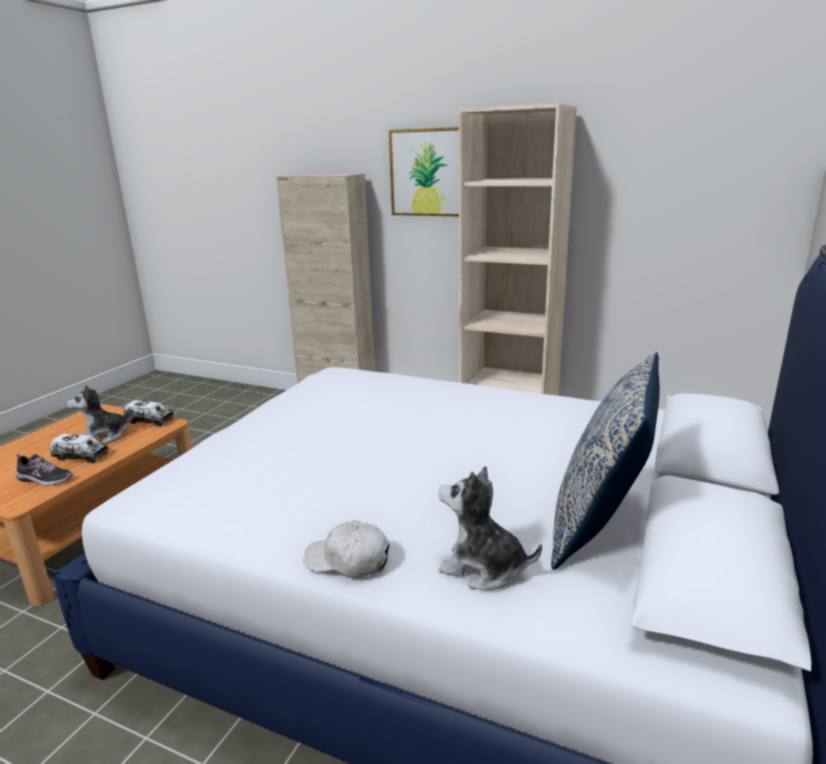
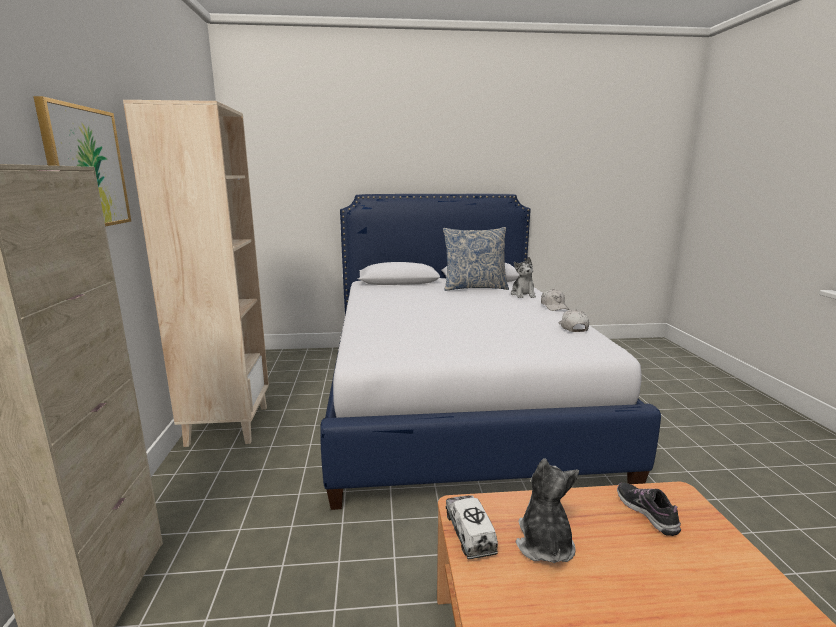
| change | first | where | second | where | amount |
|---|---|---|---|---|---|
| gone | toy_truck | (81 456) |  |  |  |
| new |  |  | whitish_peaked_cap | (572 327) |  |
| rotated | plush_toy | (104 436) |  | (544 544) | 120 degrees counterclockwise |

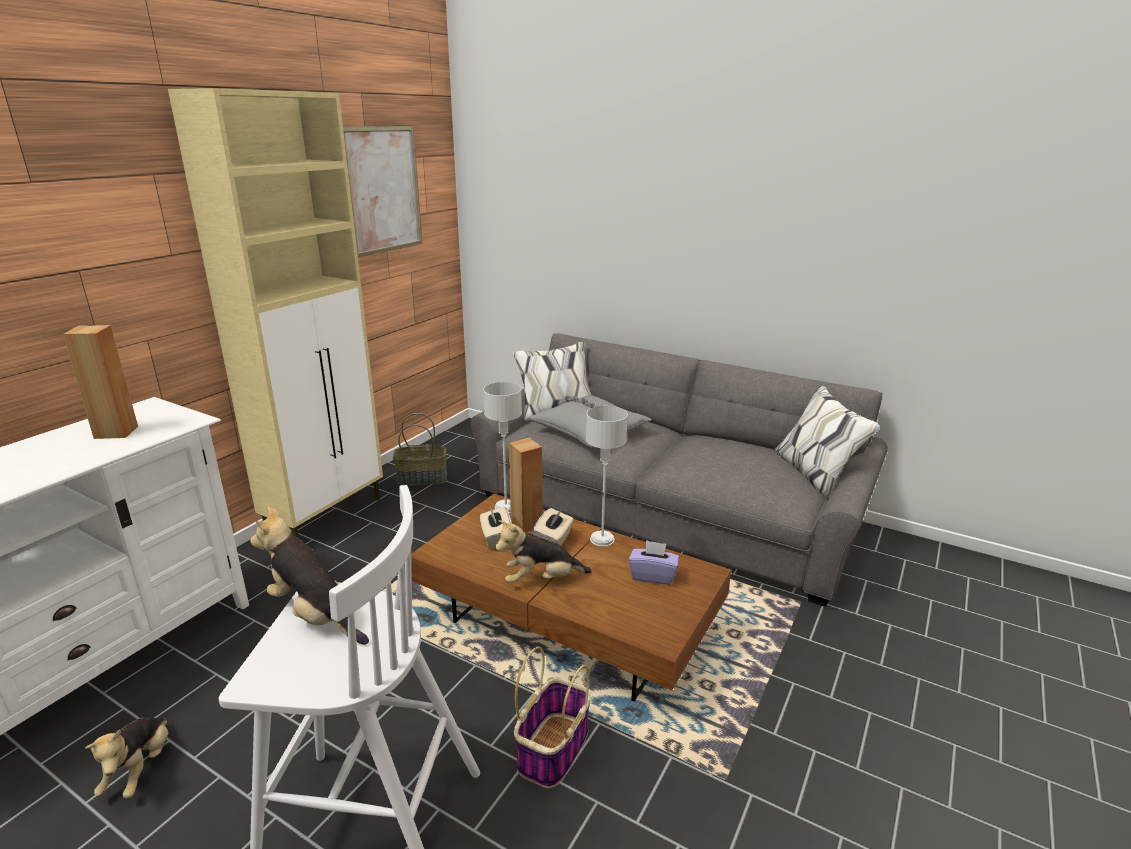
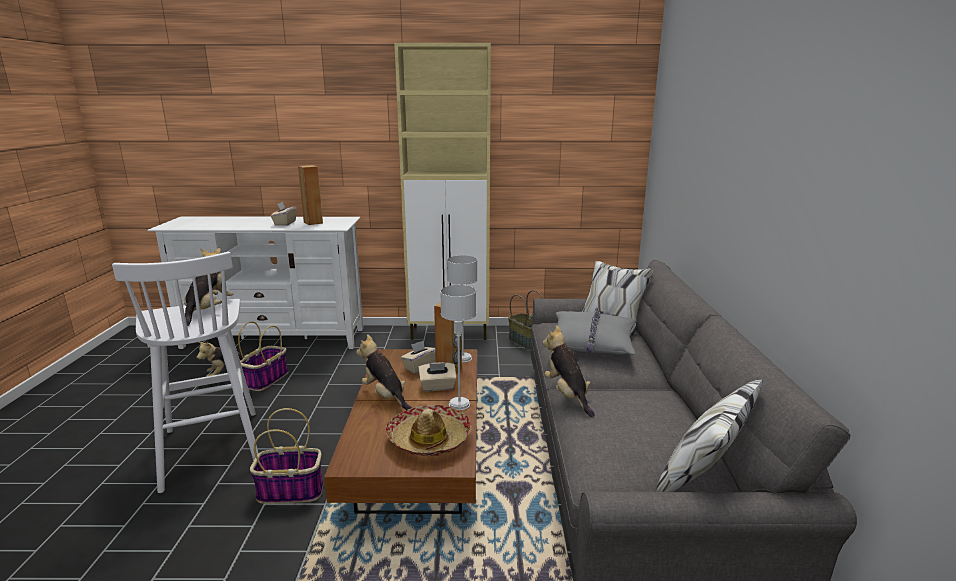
| change | first | where | second | where | amount |
|---|---|---|---|---|---|
| gone | picture | (382 190) |  |  |  |
| new |  |  | household_basket | (266 379) |  |
| new |  |  | beige_box_of_tissues | (284 223) |  |
| new |  |  | plush_toy | (567 395) |  |
| swapped | purplish_box_of_tissues | (653 575) | hat | (429 439) |  |

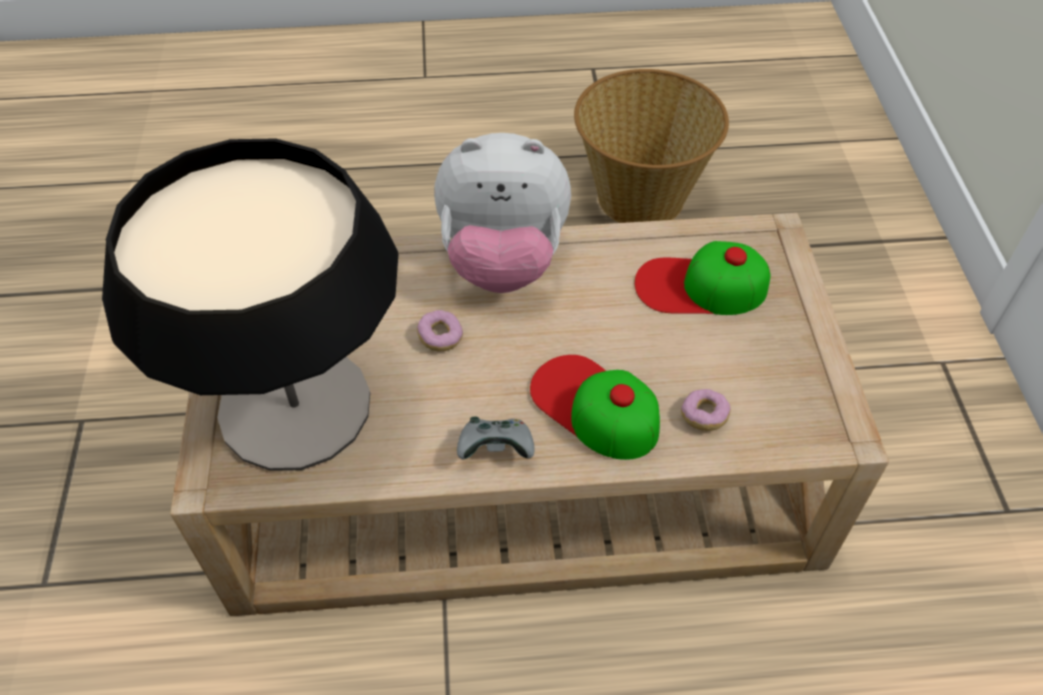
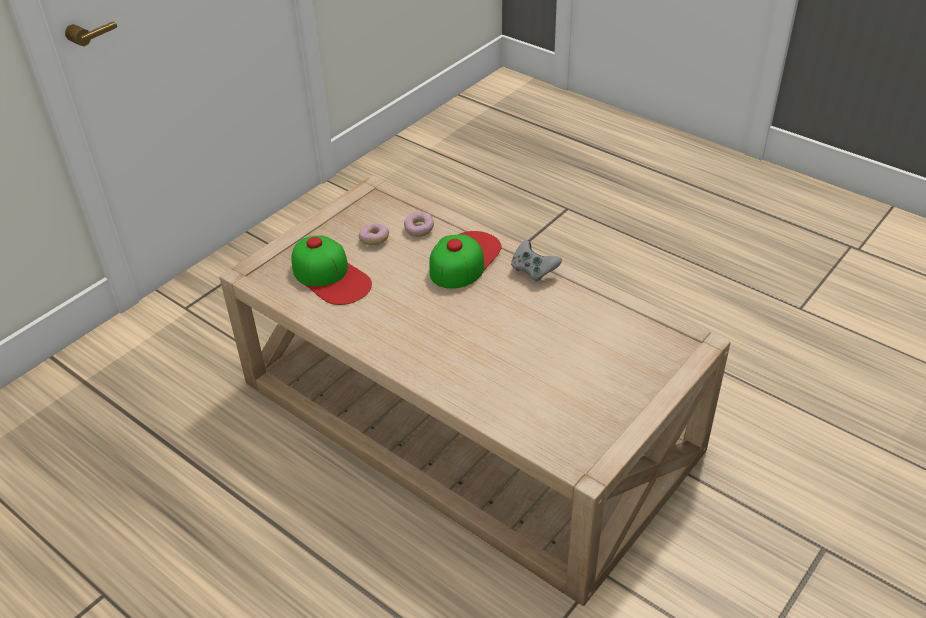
| change | first | where | second | where | amount |
|---|---|---|---|---|---|
| gone | lamp_for_a_table | (294 406) |  |  |  |
| gone | plush_toy | (503 261) |  |  |  |
| gone | household_basket | (640 196) |  |  |  |
| shifted | ring_doughnut | (440 337) |  | (374 240) |  |
| rotated | peaked_cap | (594 407) |  | (464 259) | 150 degrees counterclockwise |

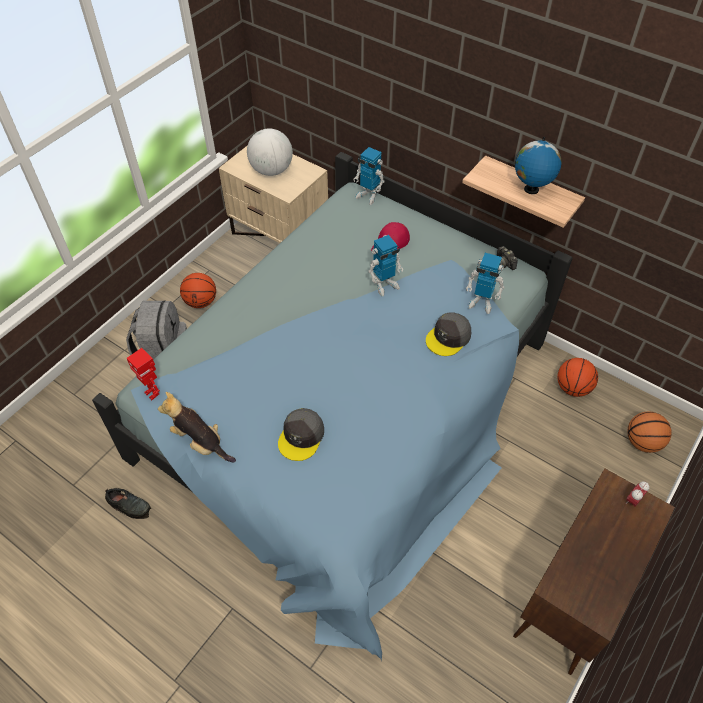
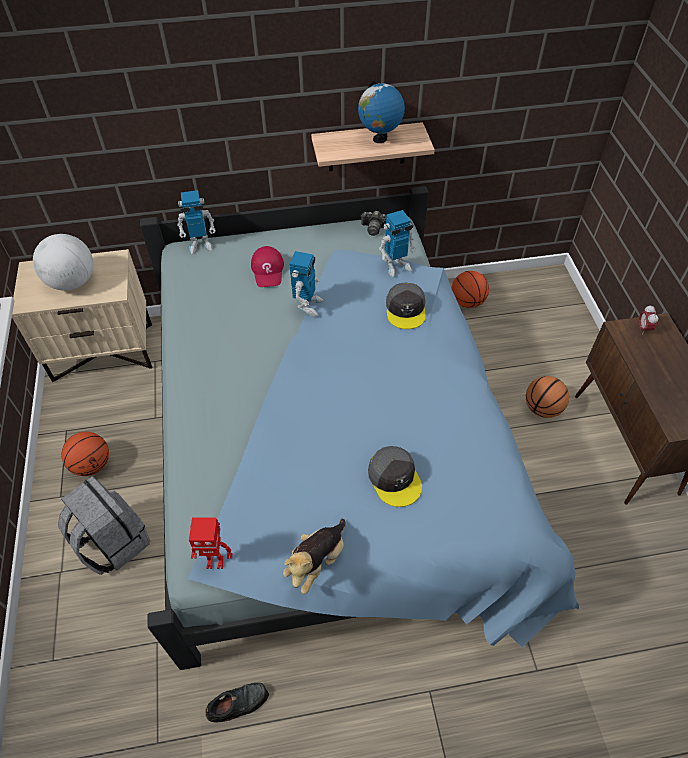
| change | first | where | second | where | amount |
|---|---|---|---|---|---|
| shifted | basketball_ball | (642 442) |  | (542 408) |  |
| rotated | plush_toy | (200 442) |  | (317 562) | 45 degrees counterclockwise |

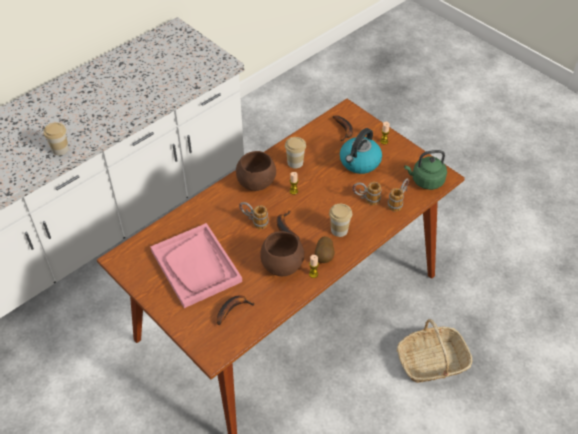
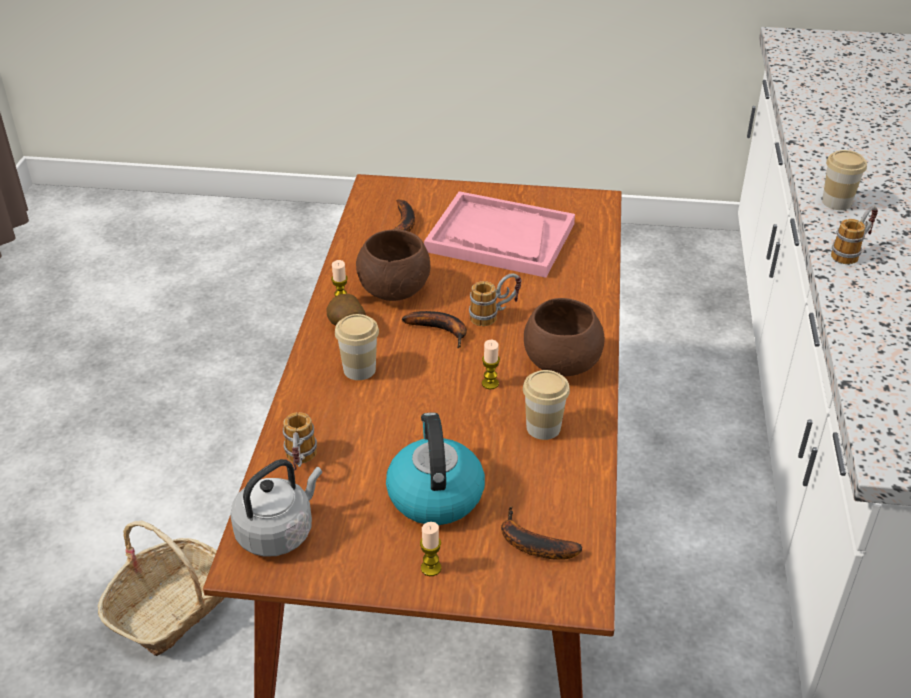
| change | first | where | second | where | amount |
|---|---|---|---|---|---|
| shifted | coffee_mug | (365 200) |  | (852 252) |  |
| repainted | green_water_kettle | (425 181) | gray_water_kettle | (278 531) |  |

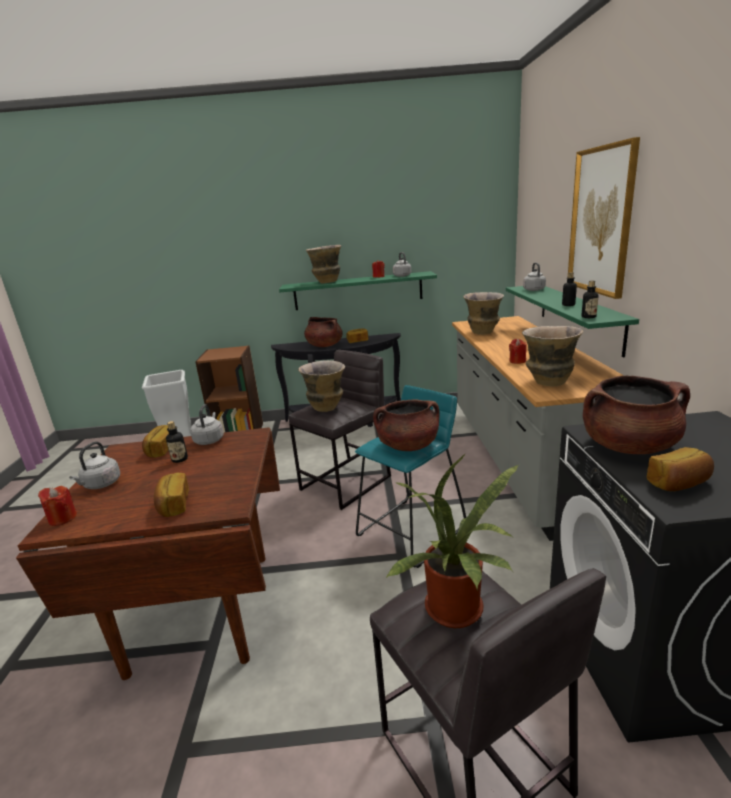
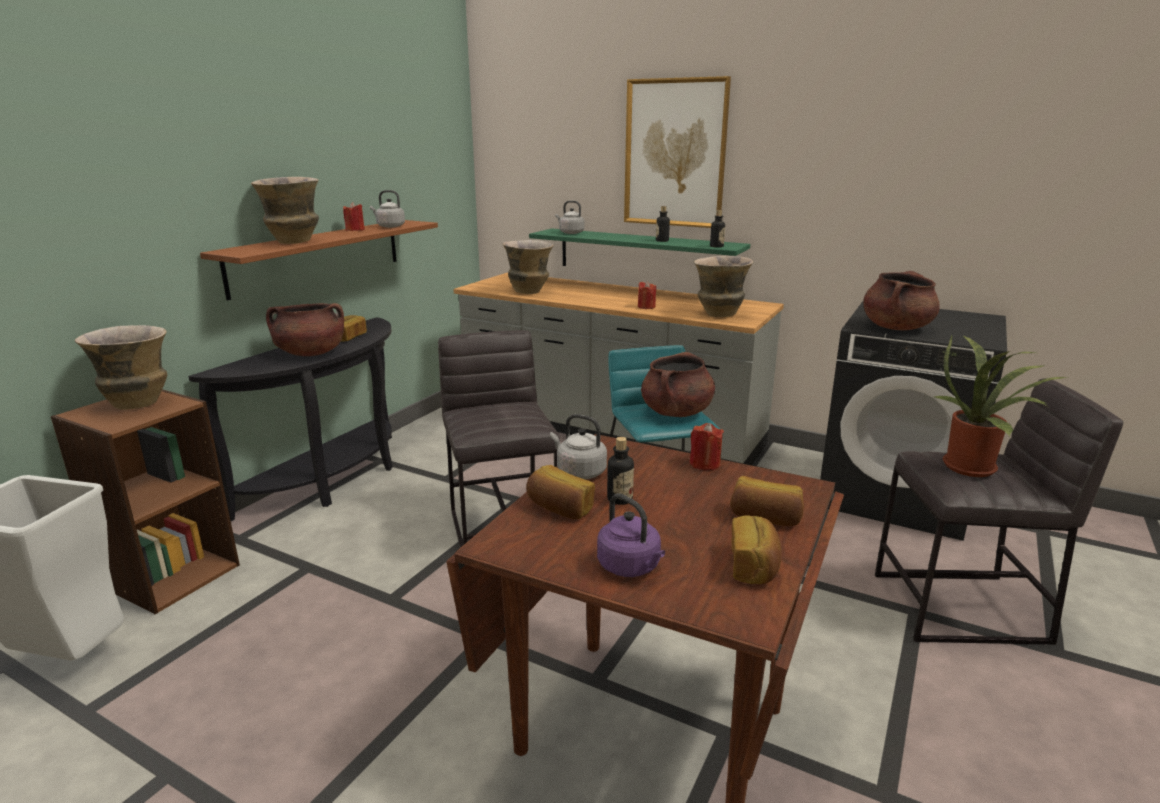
| change | first | where | second | where | amount |
|---|---|---|---|---|---|
| shifted | red_candle | (63 518) |  | (704 464) |  |
| shifted | flower_vase | (326 408) |  | (138 403) |  |
| shifted | baked_bread | (679 483) |  | (754 566) |  |
| repainted | gray_water_kettle | (101 484) | purplish_water_kettle | (631 567) |  |
| repainted | green_bracket_shelf | (358 291) | brown_bracket_shelf | (318 256) |  |

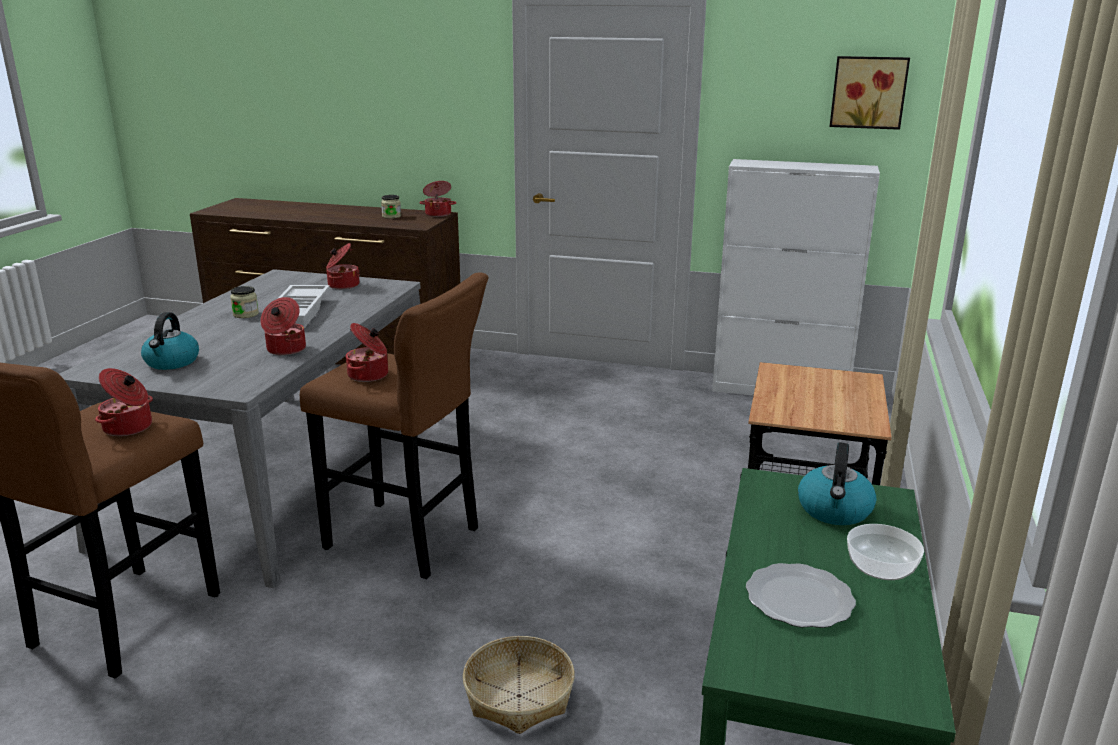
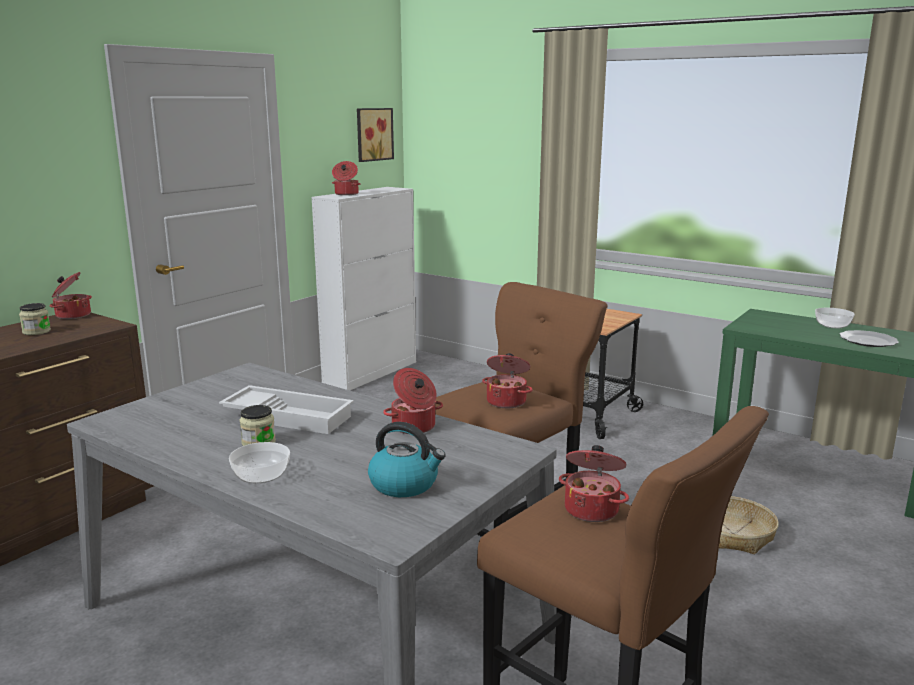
| change | first | where | second | where | amount |
|---|---|---|---|---|---|
| gone | water_kettle | (834 511) |  |  |  |
| new |  |  | serving_bowl | (262 476) |  |
| shifted | cooking_pot | (342 285) |  | (346 194) |  |

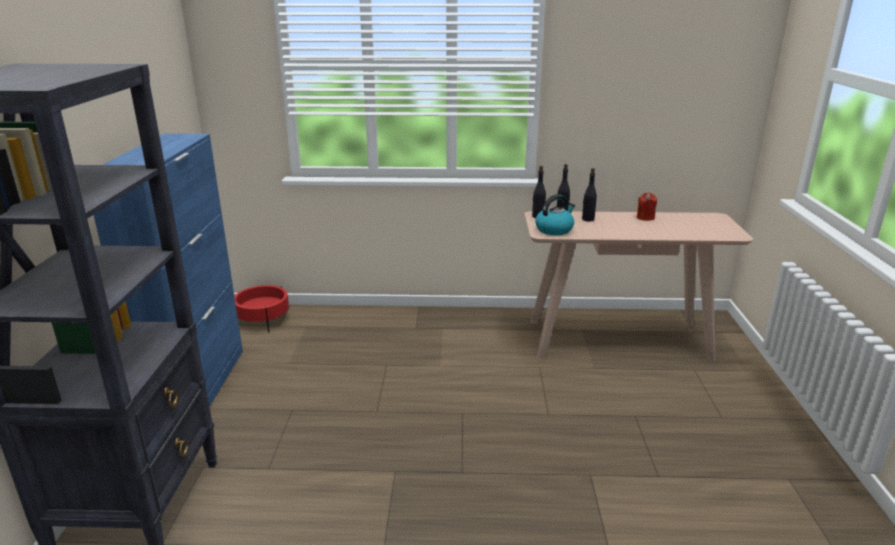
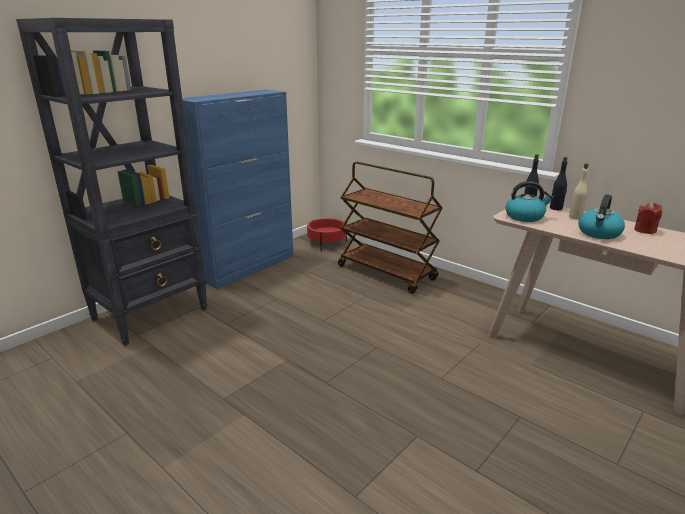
| change | first | where | second | where | amount |
|---|---|---|---|---|---|
| new |  |  | brown_trolley | (387 273) |  |
| new |  |  | water_kettle | (599 233) |  |
| repainted | black-coloured_beverage_bottle | (587 219) | beige_beverage_bottle | (575 217) |  |

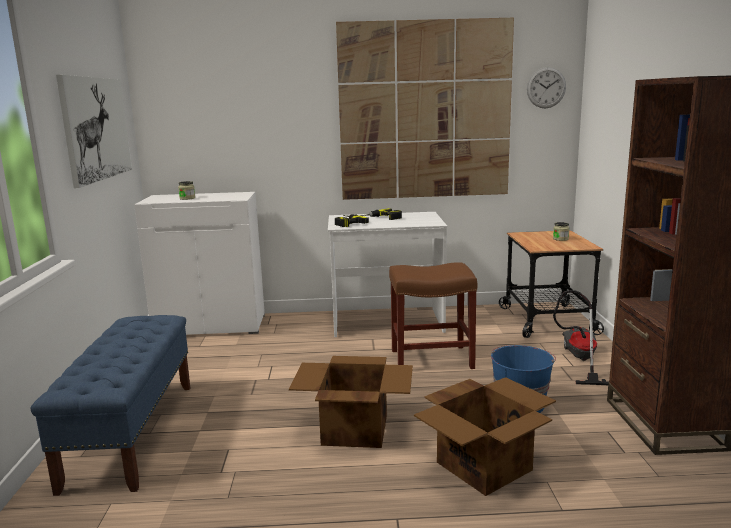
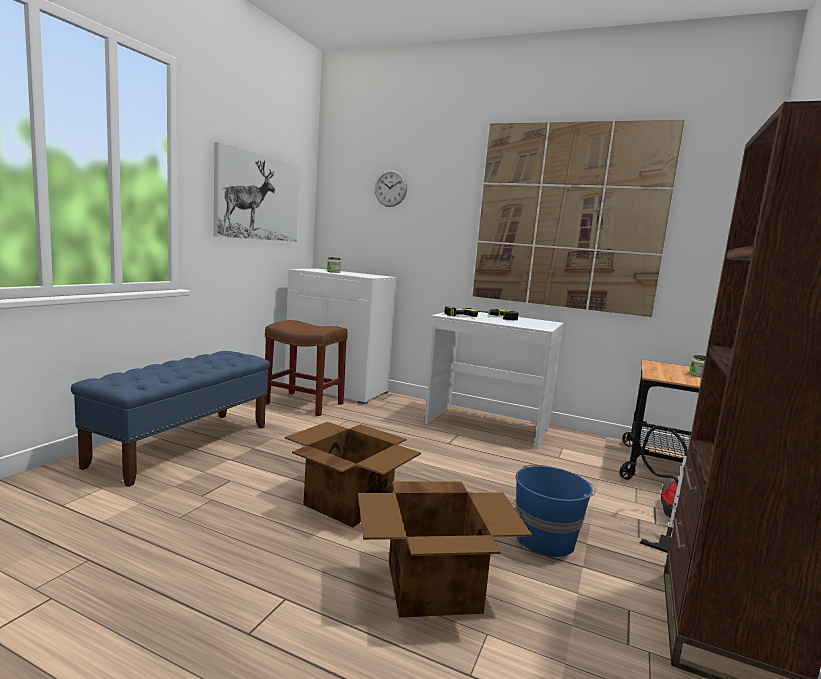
| change | first | where | second | where | amount |
|---|---|---|---|---|---|
| shifted | brown_stool | (430 359) |  | (303 403) |  |
| shifted | hanging_clock | (546 88) |  | (390 188) |  |

